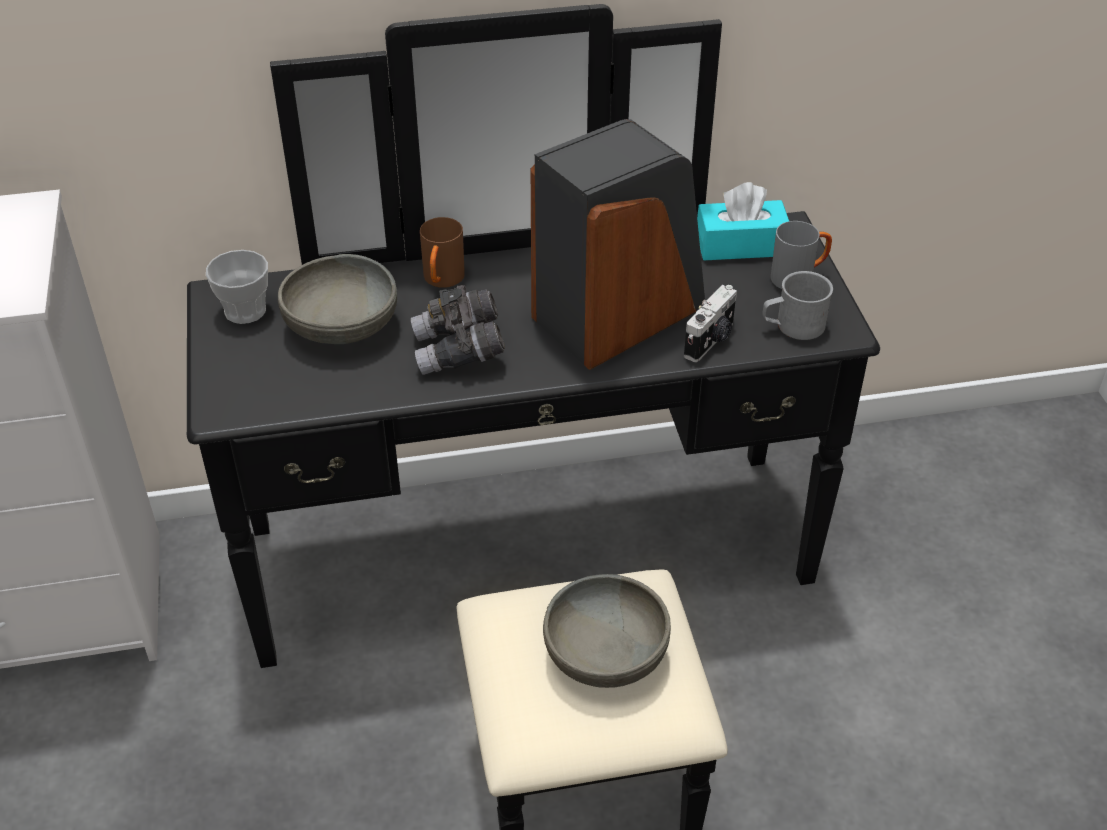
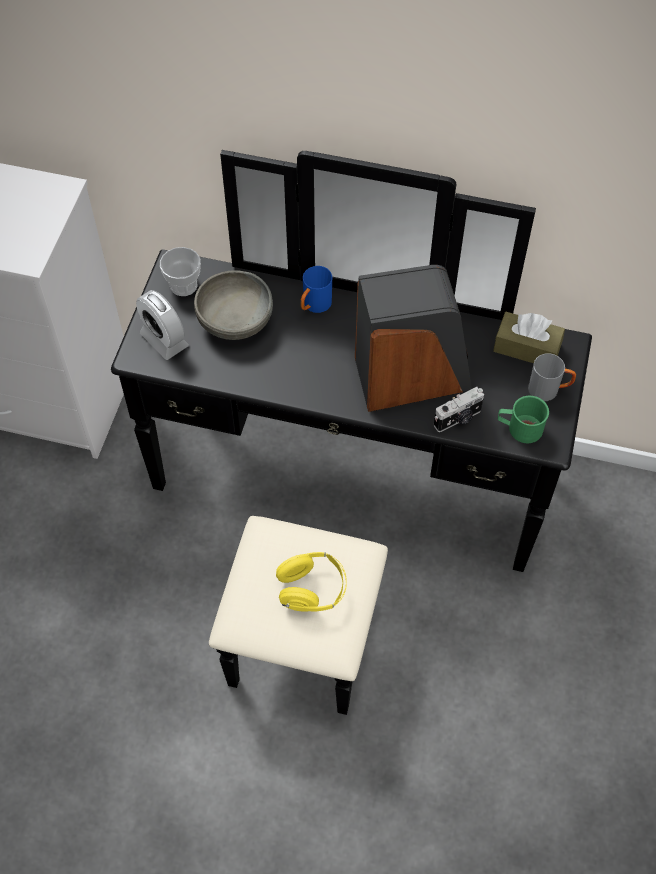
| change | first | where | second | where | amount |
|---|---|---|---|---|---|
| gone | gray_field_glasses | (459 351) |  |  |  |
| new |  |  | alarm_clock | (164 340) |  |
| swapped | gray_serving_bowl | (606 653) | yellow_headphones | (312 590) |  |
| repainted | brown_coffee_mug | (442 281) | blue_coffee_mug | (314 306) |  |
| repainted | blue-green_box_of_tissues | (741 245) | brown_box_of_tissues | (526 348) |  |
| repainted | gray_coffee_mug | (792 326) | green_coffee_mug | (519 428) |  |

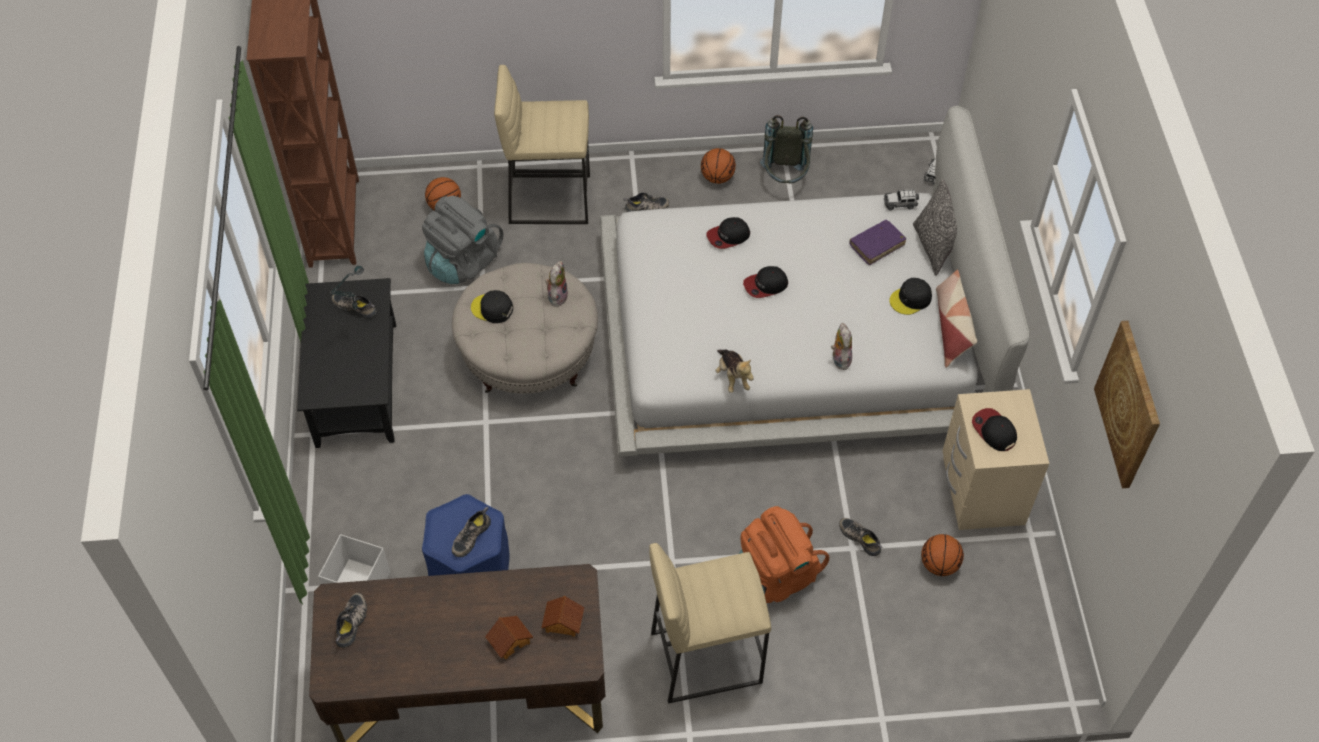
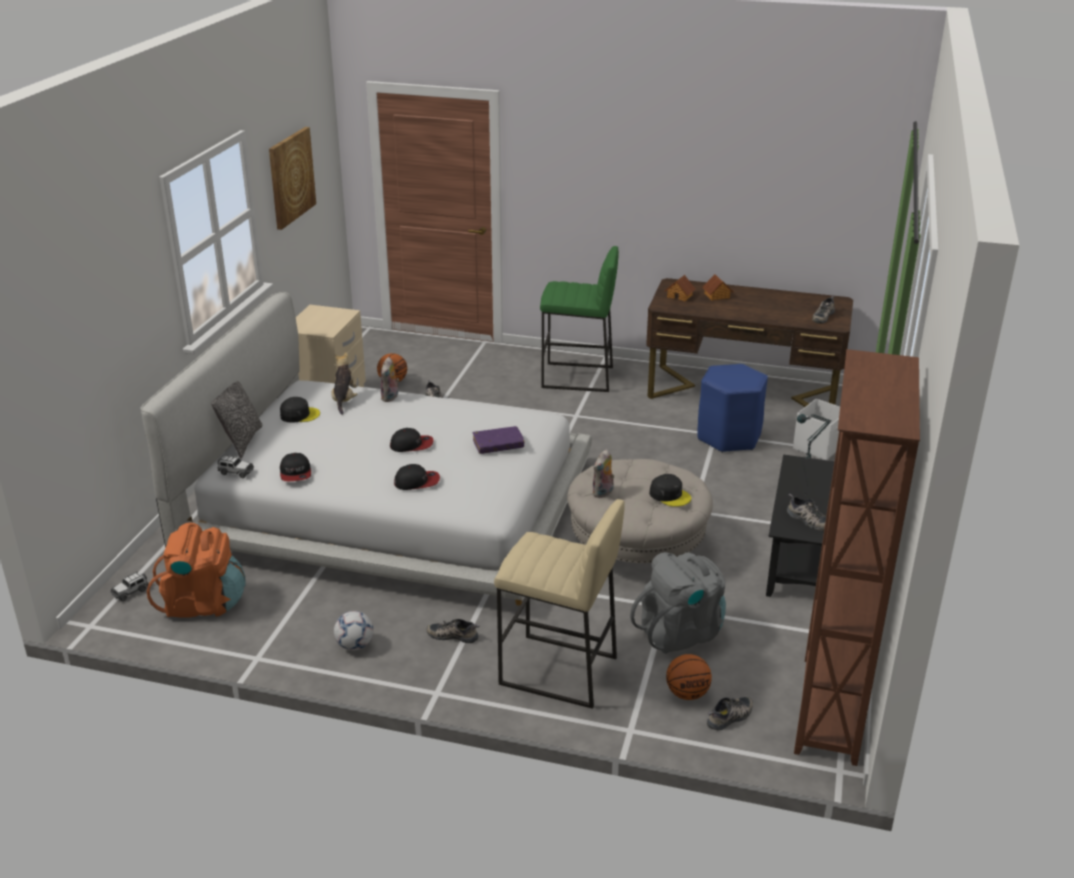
| change | first | where | second | where | amount |
|---|---|---|---|---|---|
| gone | gray_rucksack | (785 179) |  |  |  |
| gone | throw_pillow | (952 326) |  |  |  |
| shifted | shoe | (470 536) |  | (730 717) |  |
| shifted | plush_toy | (732 377) |  | (344 400) |  |
| shifted | orange-coloured_rucksack | (775 575) |  | (203 603) |  |
| shifted | purplish_volume | (877 245) |  | (498 445) |  |
| shifted | peaked_cap | (993 431) |  | (296 473) |  |
| swapped | basketball_ball | (717 177) | football | (355 645) |  |
| repainted | beige_stool | (706 656) | green_stool | (577 378) |  |

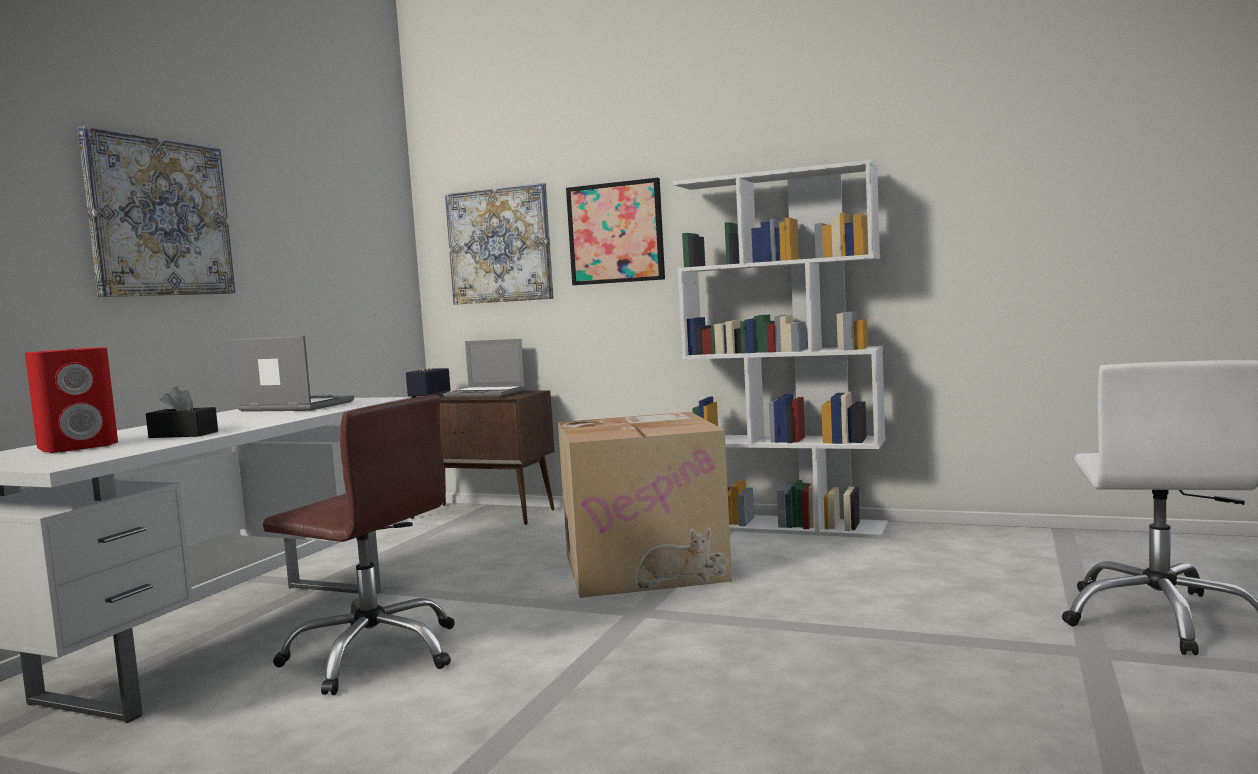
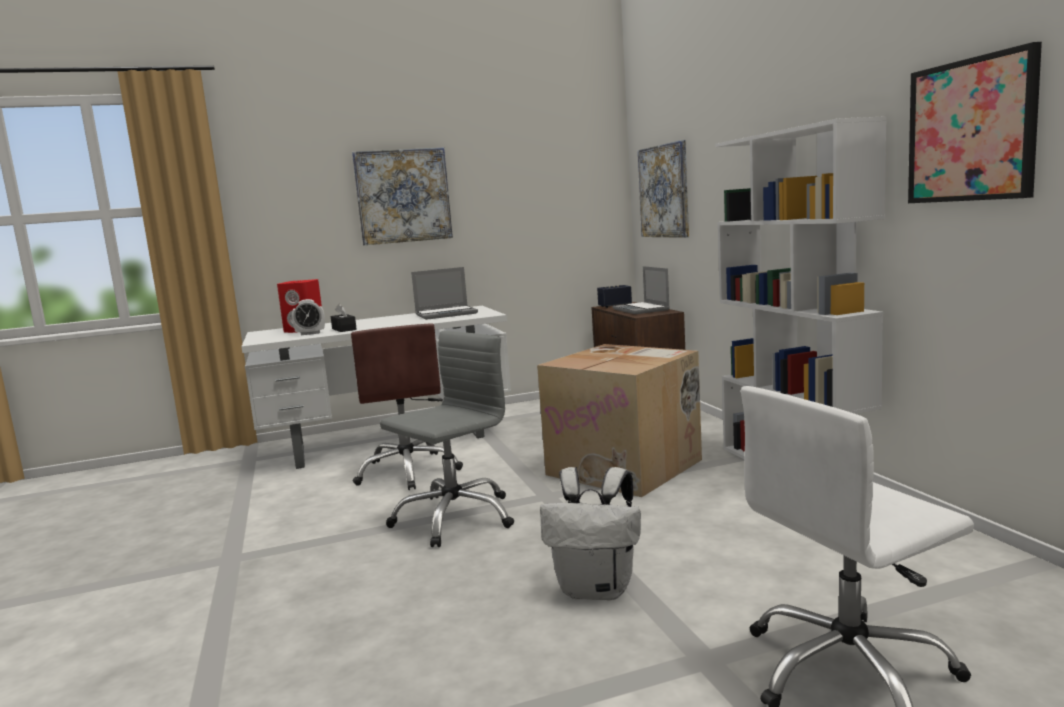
| change | first | where | second | where | amount |
|---|---|---|---|---|---|
| new |  |  | alarm_clock | (310 333) |  |
| new |  |  | gray_office_chair | (454 517) |  |
| new |  |  | whitish_rucksack | (597 589) |  |
| shifted | picture | (616 233) |  | (971 130) |  |
| rotated | portable_computer | (294 407) |  | (447 314) | 90 degrees clockwise |

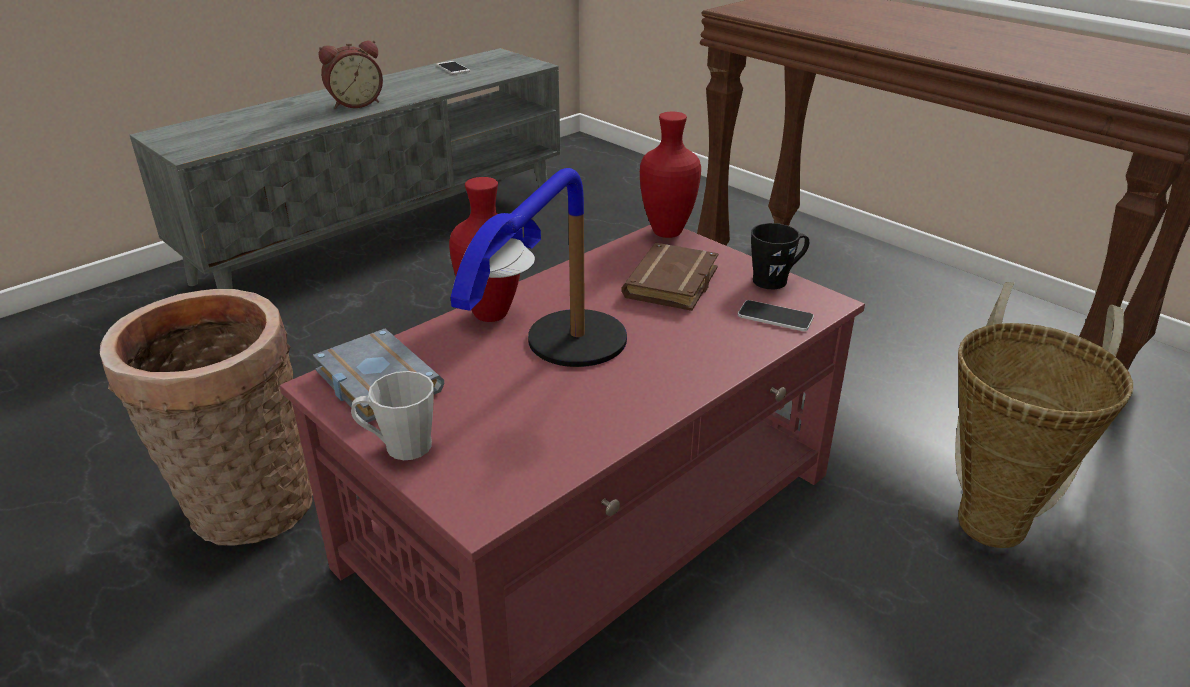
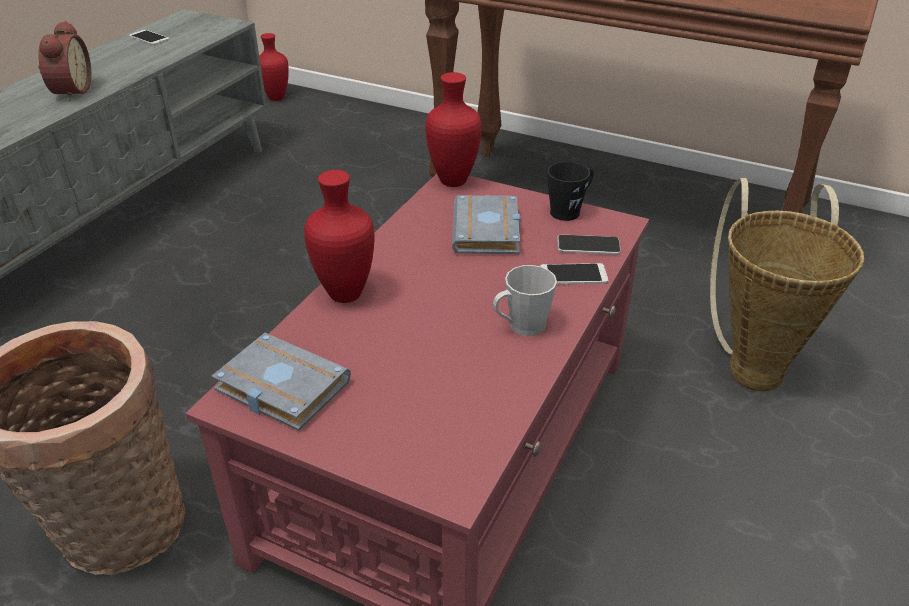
| change | first | where | second | where | amount |
|---|---|---|---|---|---|
| gone | lamp_for_a_table | (555 368) |  |  |  |
| new |  |  | red_flower_vase | (277 97) |  |
| new |  |  | phone | (573 275) |  |
| shifted | gray_coffee_mug | (399 446) |  | (521 327) |  |
| repainted | brown_volume | (674 285) | gray_volume | (489 232) |  |
| rotated | alarm_clock | (355 103) |  | (70 91) | 45 degrees counterclockwise |

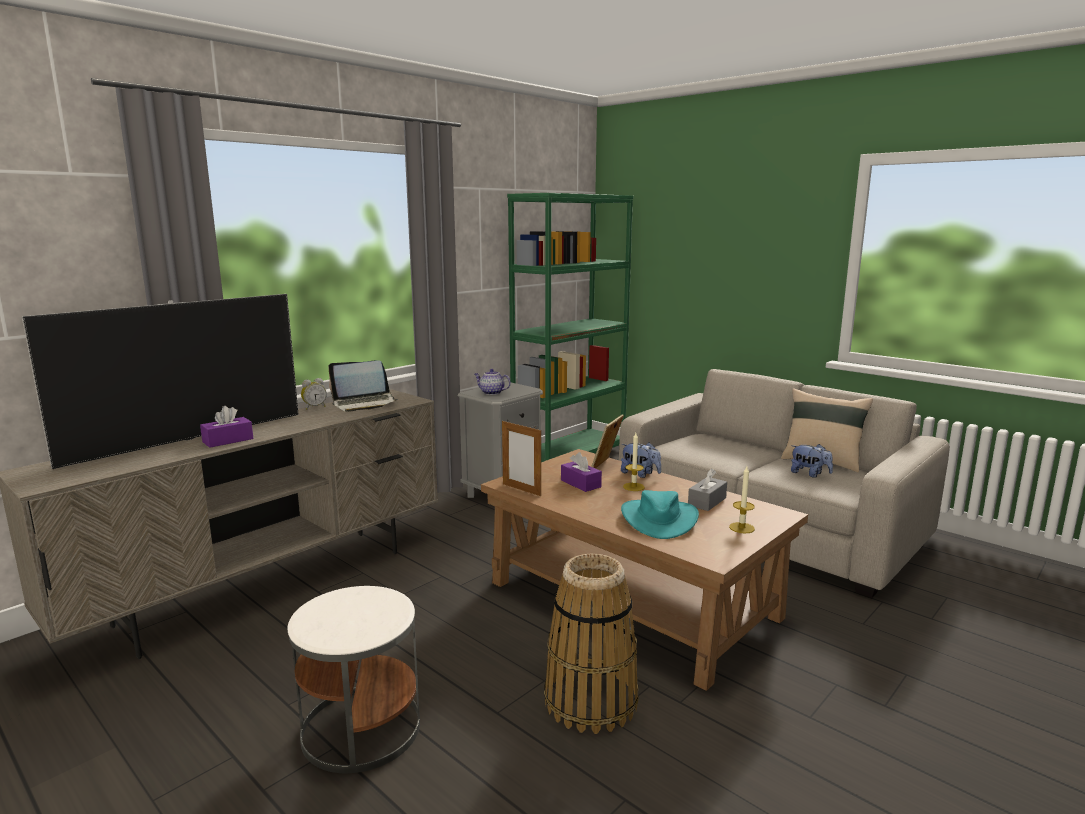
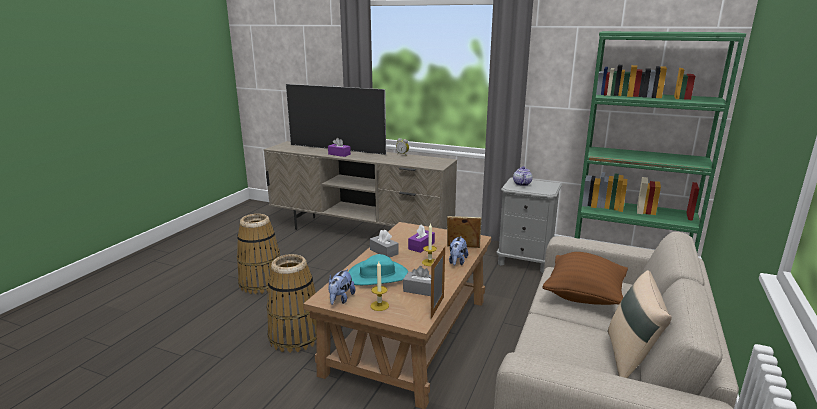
| change | first | where | second | where | amount |
|---|---|---|---|---|---|
| gone | portable_computer | (364 403) |  |  |  |
| new |  |  | gray_box_of_tissues | (384 251) |  |
| new |  |  | brown_throw_pillow | (583 296) |  |
| shifted | picture_frame | (521 489) |  | (437 307) |  |
| shifted | plush_toy | (809 474) |  | (340 299) |  |
| swapped | whitish_side_table | (360 729) | household_basket | (261 283) |  |

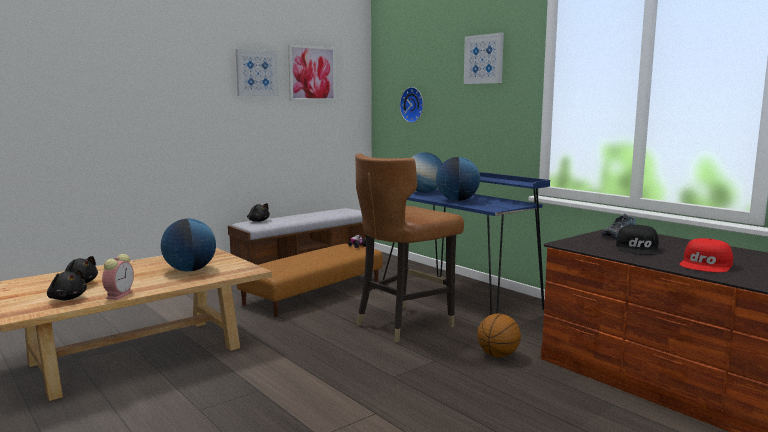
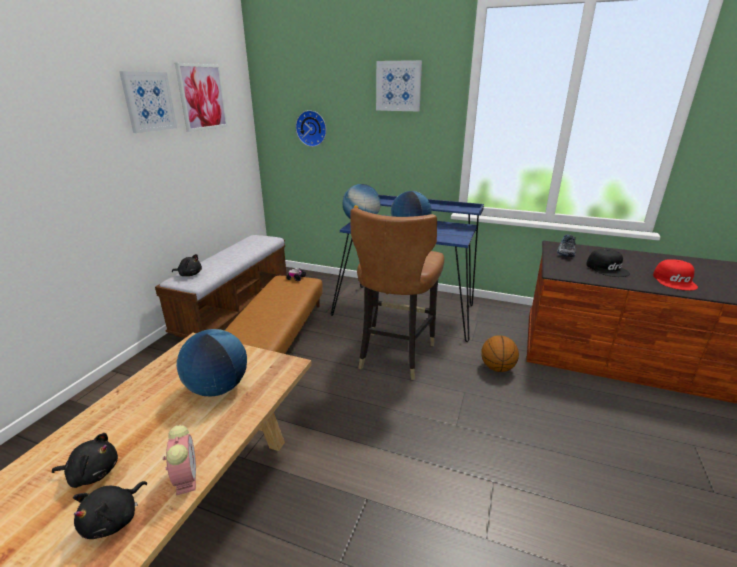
| change | first | where | second | where | amount |
|---|---|---|---|---|---|
| rotated | black-coloured_plush_toy | (67 298) |  | (114 520) | 105 degrees clockwise |

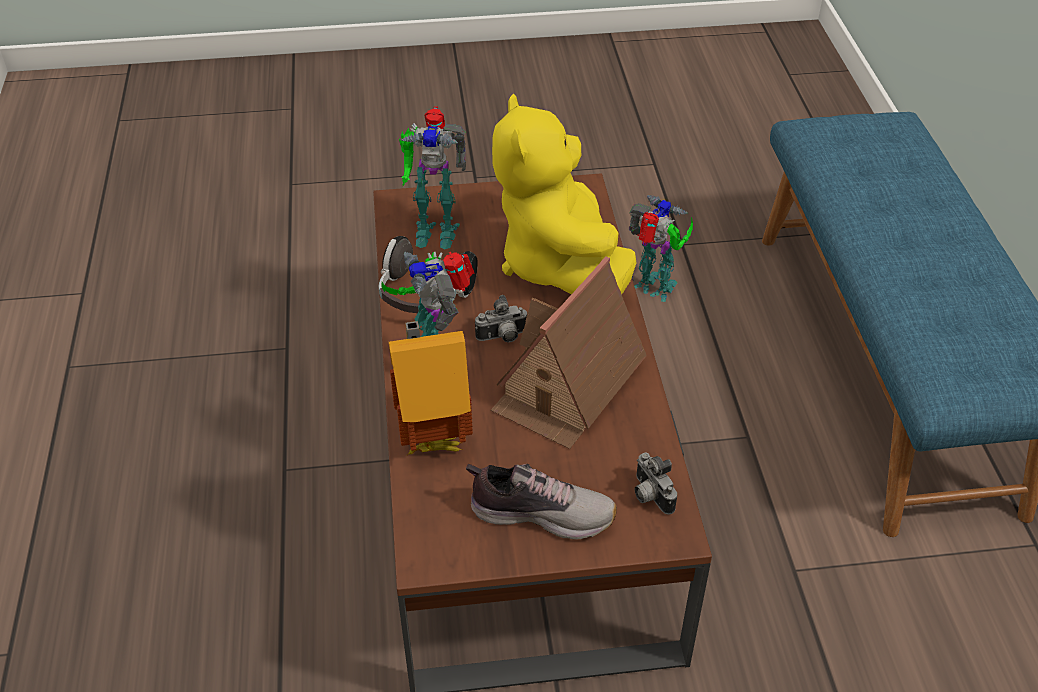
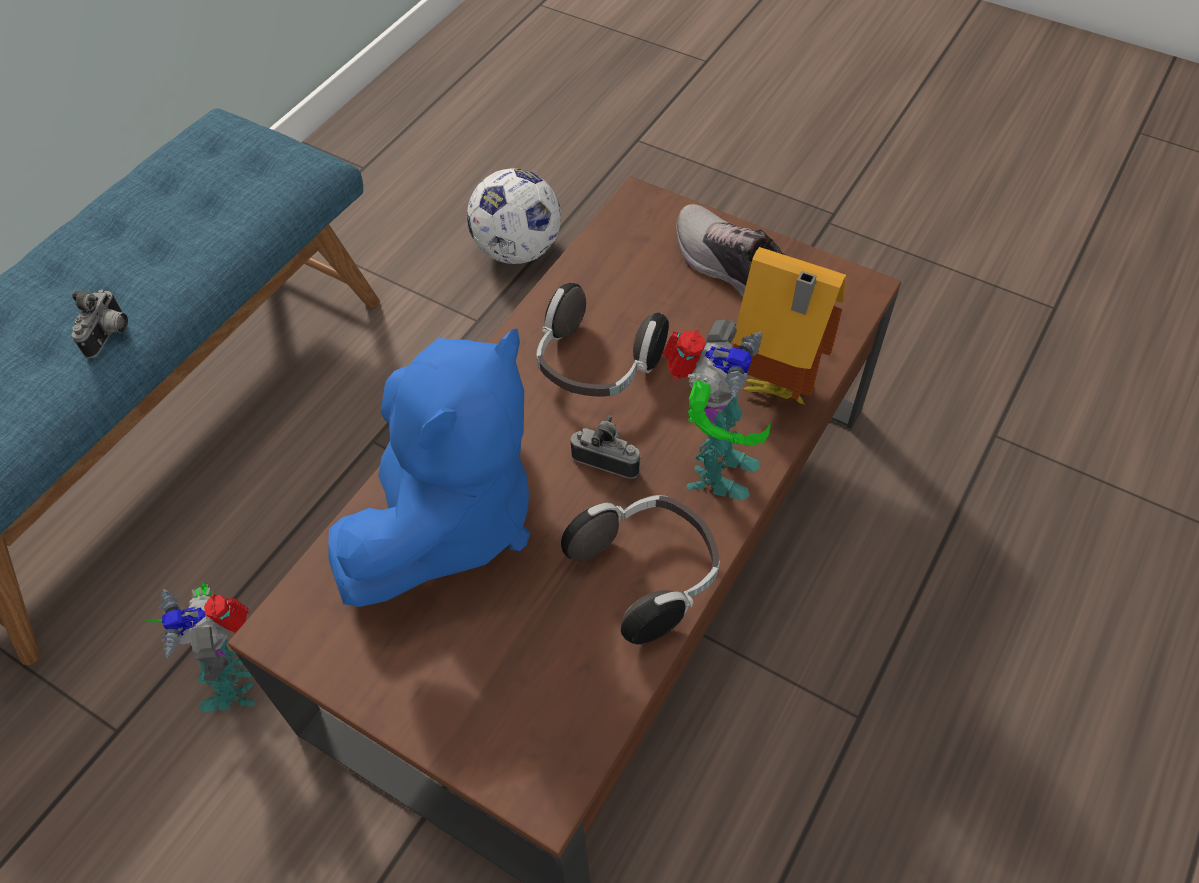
| change | first | where | second | where | amount |
|---|---|---|---|---|---|
| gone | toy_robot | (434 230) |  |  |  |
| new |  |  | football | (517 250) |  |
| shifted | photo_camera | (649 495) |  | (111 335) |  |
| swapped | miniature_house | (567 385) | headphones | (596 366) |  |
| repainted | yellow_plush_toy | (559 264) | blue_plush_toy | (449 518) |  |

